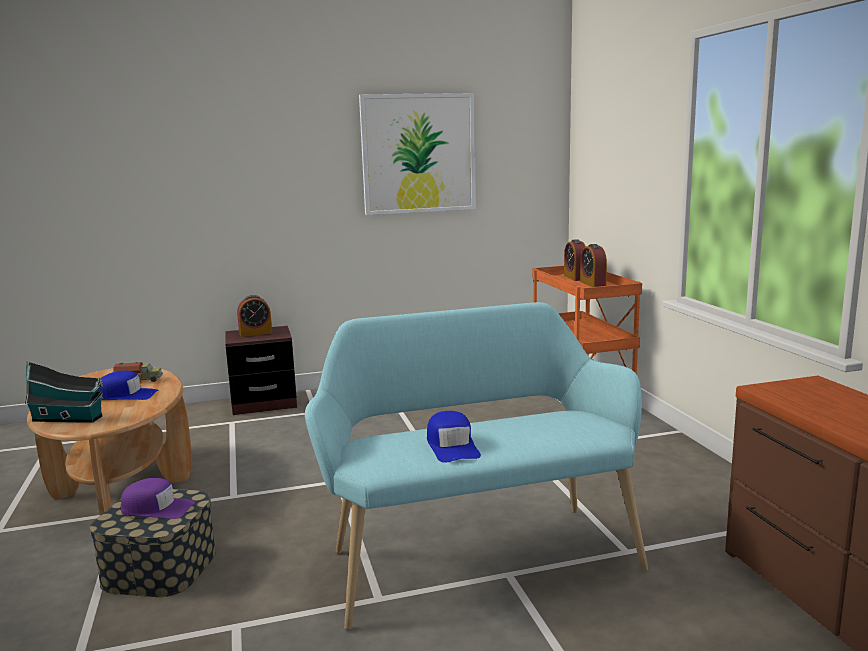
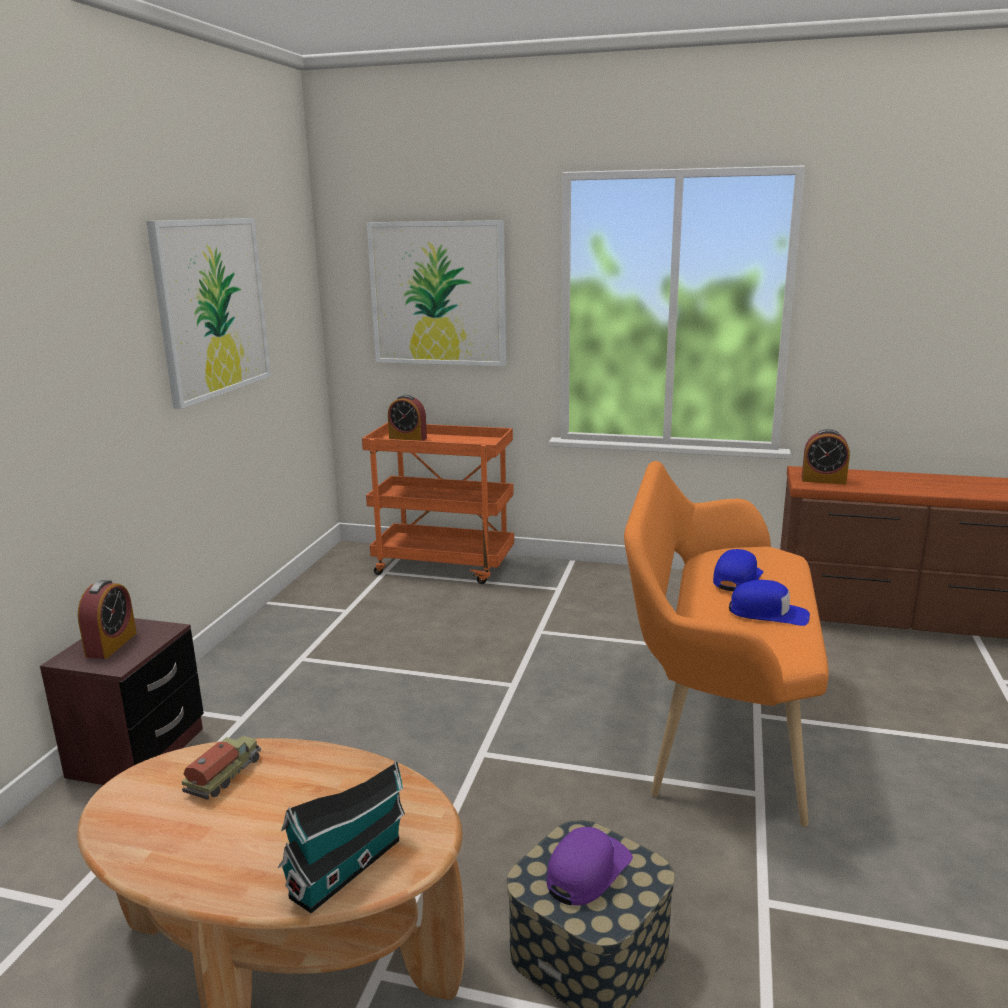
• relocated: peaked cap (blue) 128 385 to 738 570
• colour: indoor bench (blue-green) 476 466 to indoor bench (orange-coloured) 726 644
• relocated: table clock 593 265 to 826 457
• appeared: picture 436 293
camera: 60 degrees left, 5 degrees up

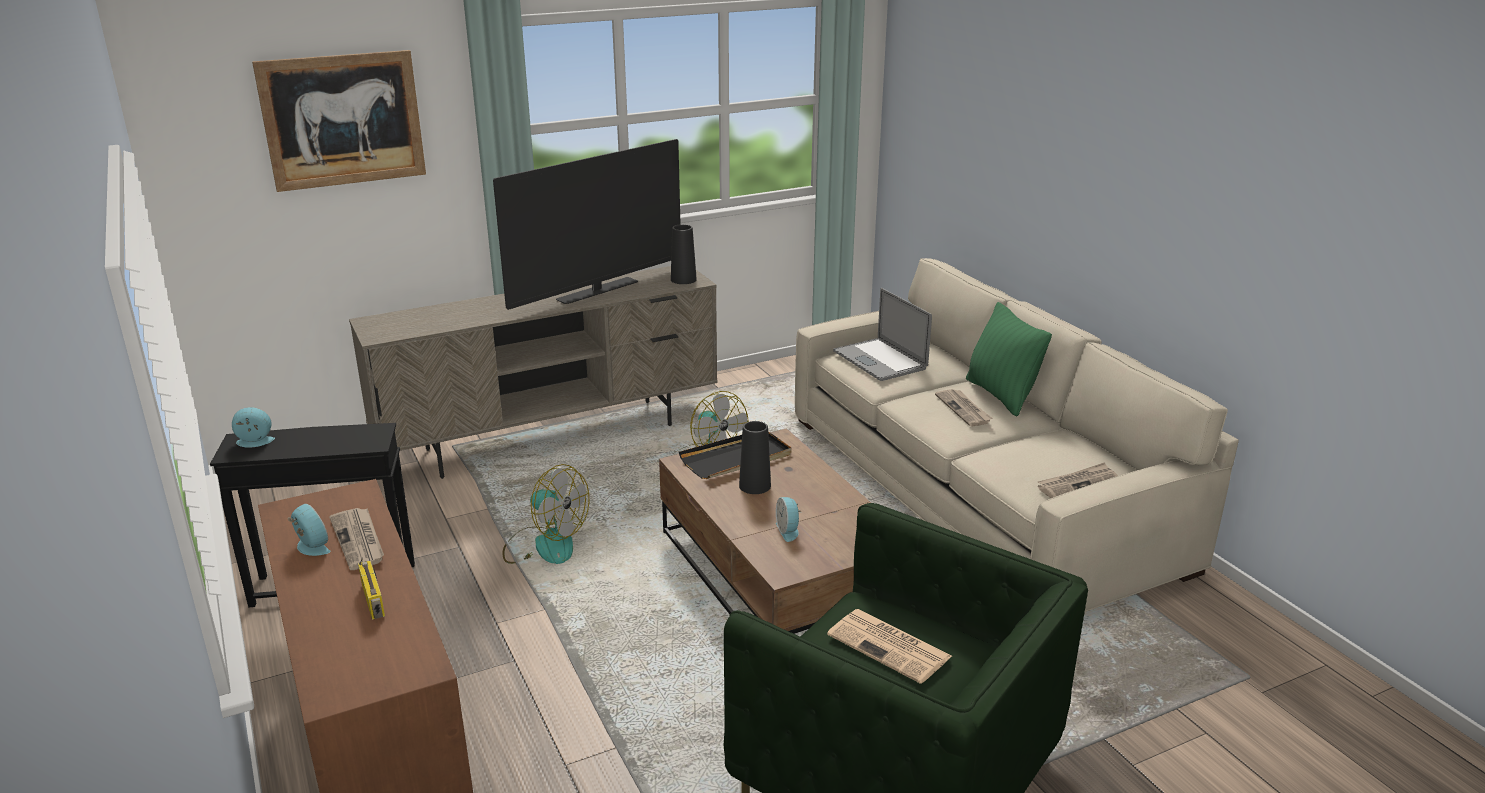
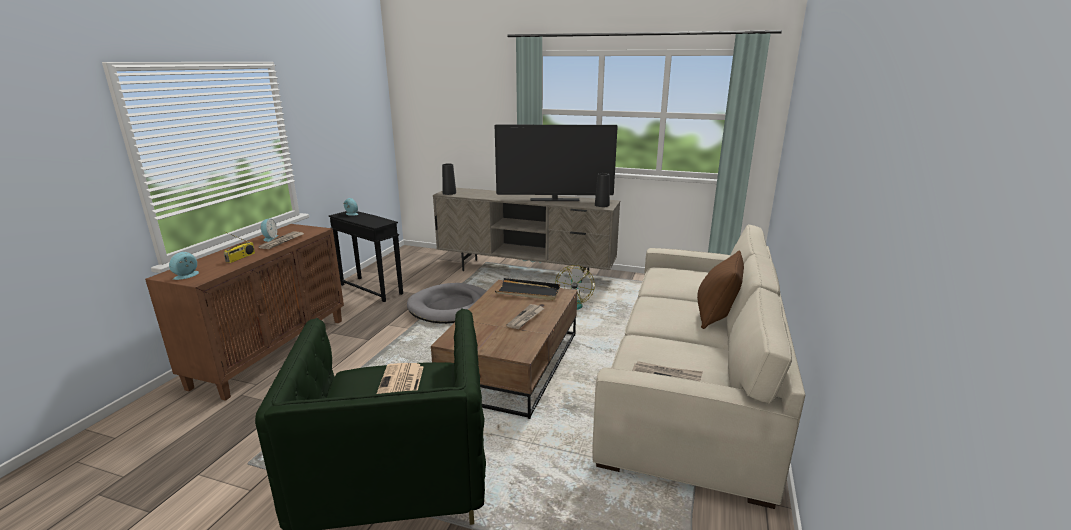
• missing: picture 339 121
• exchanged: fan 545 514 to dog bed (greyish) 447 303
• relocated: decorative vase (black) 755 457 to 449 179
• relocated: table clock 788 519 to 184 266
• missing: laptop 882 334
• relocated: daily paper 963 408 to 525 316
• colour: pillow (green) 1009 359 to pillow (brown) 720 289
camera: 45 degrees right, 5 degrees down

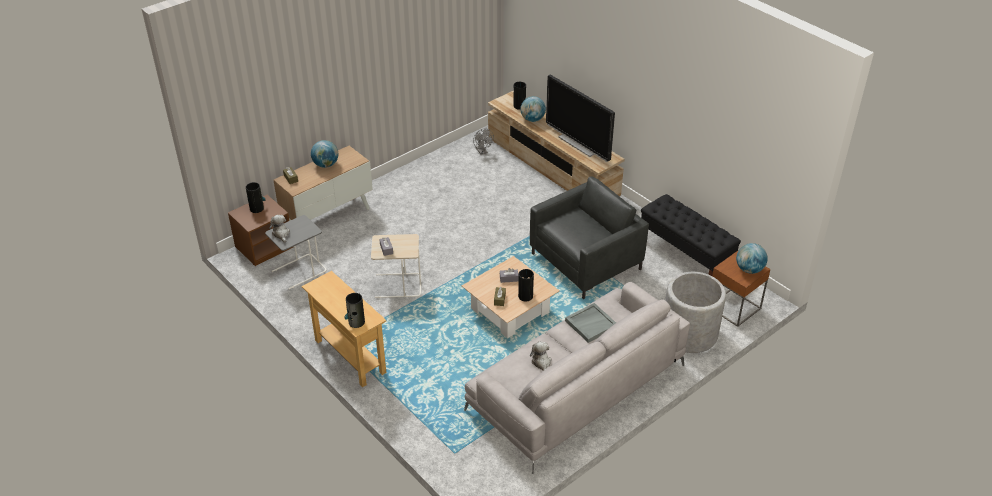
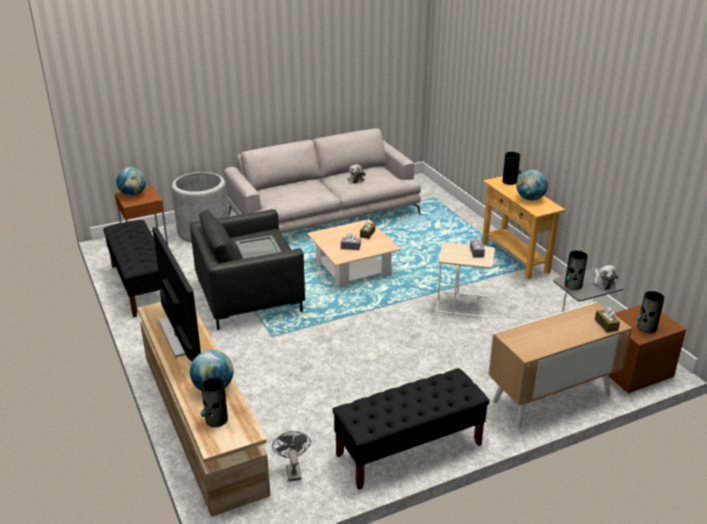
• relocated: desk globe 324 154 to 532 185
• relocated: decorative vase 526 285 to 576 270
• relocated: tray (greyish) 590 323 to 258 247
• appeared: indoor bench (black) 411 429
camera: 165 degrees left, 10 degrees down

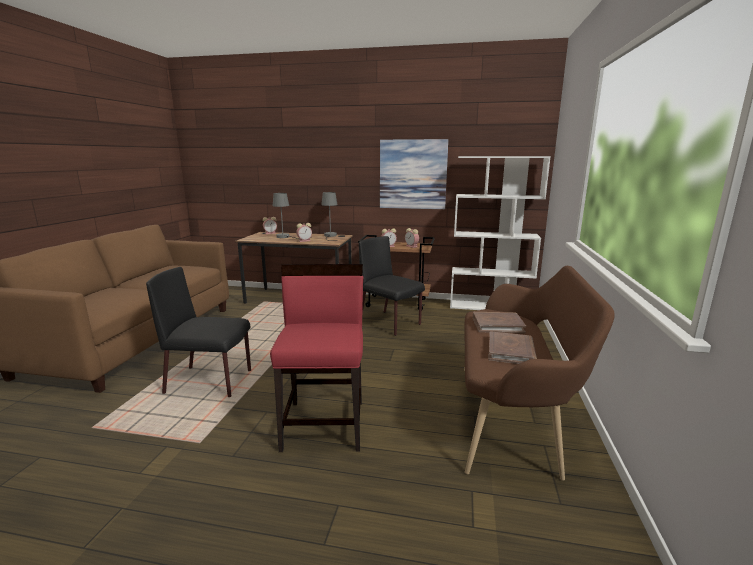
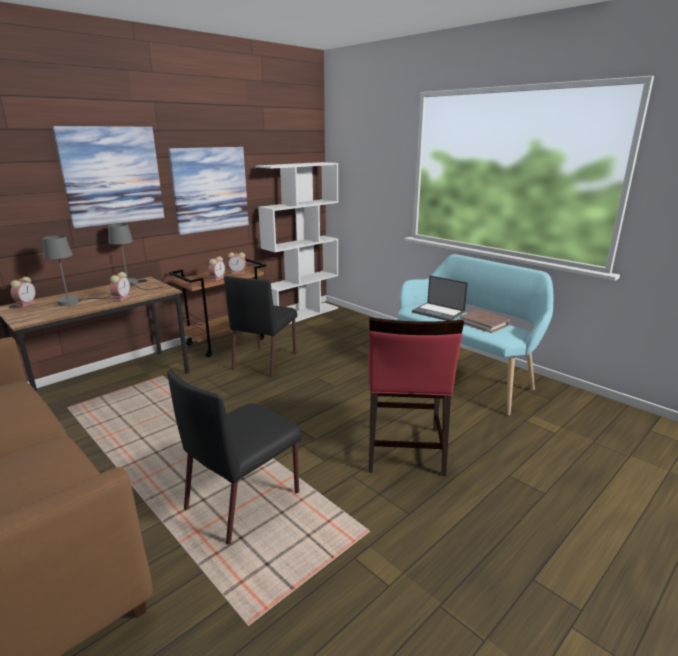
• spun: chair (reddish) 316 358 = 416 396 120 degrees counterclockwise
• spun: chair (black) 392 286 = 260 326 60 degrees counterclockwise
• colour: indoor bench (brown) 539 373 to indoor bench (blue-green) 475 335
• exchanged: book (brown) 499 322 to laptop 440 298
• appeared: picture 108 177
camera: 55 degrees left, 5 degrees up

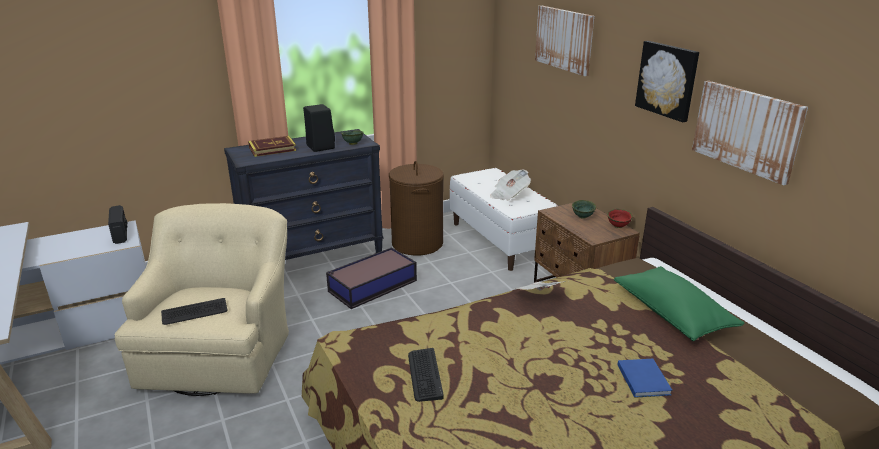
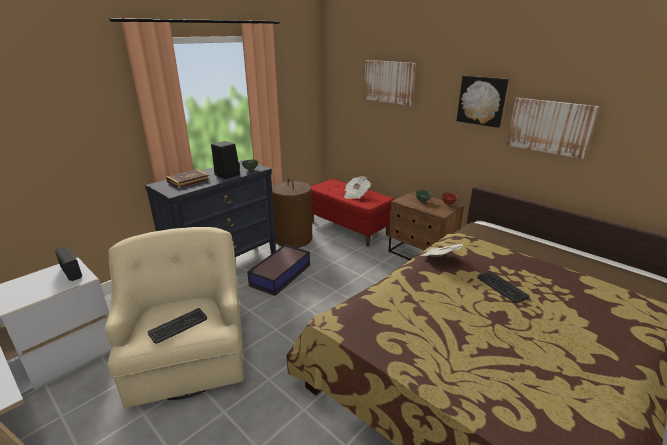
• relocated: PC keyboard 425 375 to 503 287
• colour: indoor bench (white-coloured) 503 219 to indoor bench (reddish) 353 213
• missing: pillow (green) 679 303
• missing: book (blue) 645 378
camera: 20 degrees left, 0 degrees up

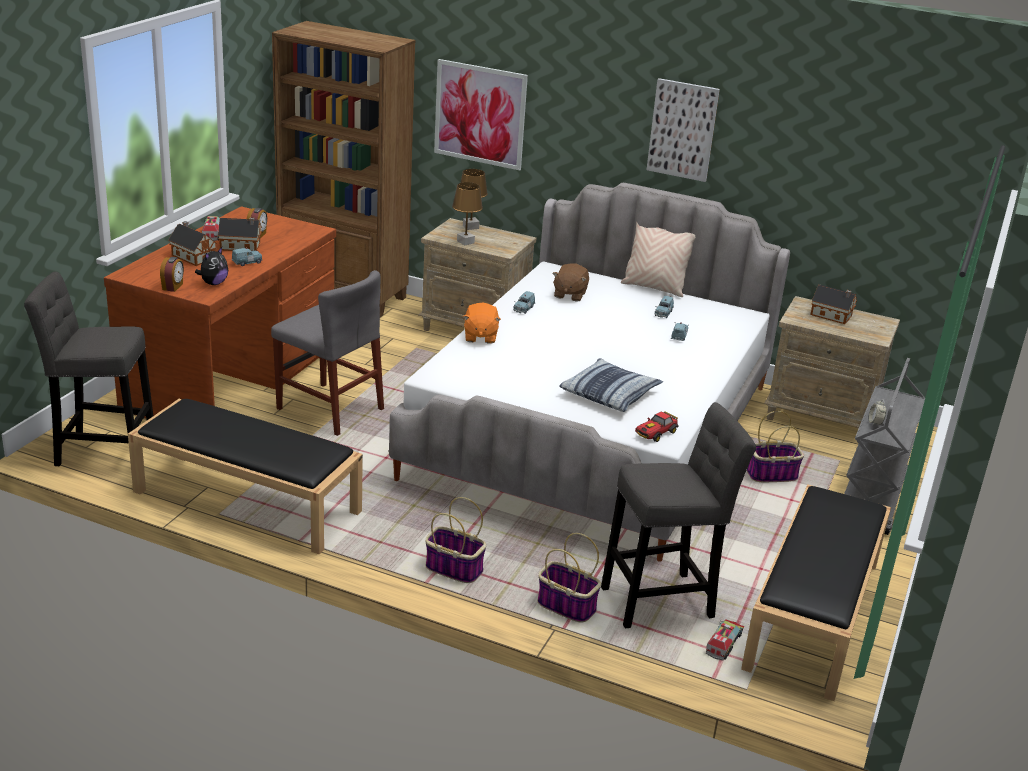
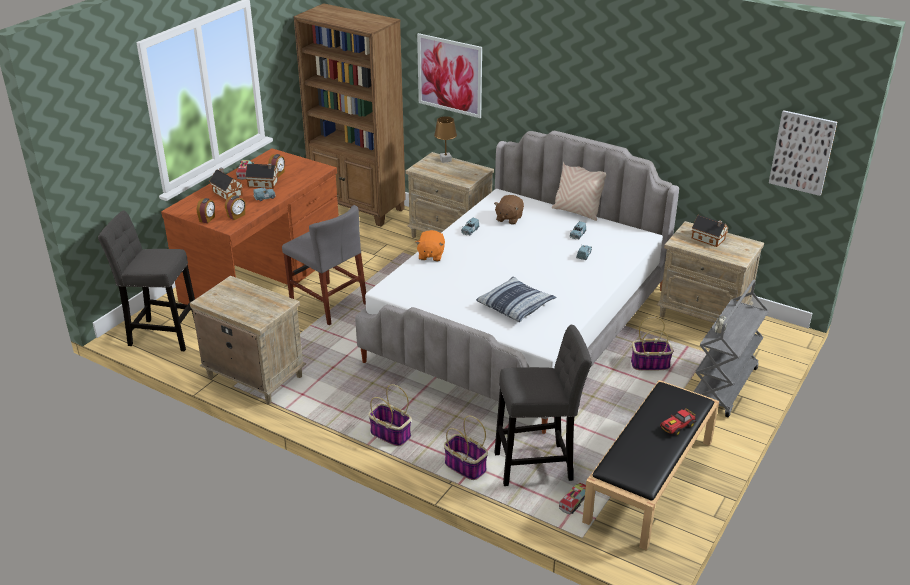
• exchanged: indoor bench (black) 245 476 to night table (beige-coloured) 248 340
• exchanged: plush toy 211 266 to table clock 235 207
• missing: lamp for a table (brown) 467 213
• relocated: toy car 657 427 to 678 422
• relocated: picture 683 130 to 803 153
camera: 10 degrees right, 5 degrees up

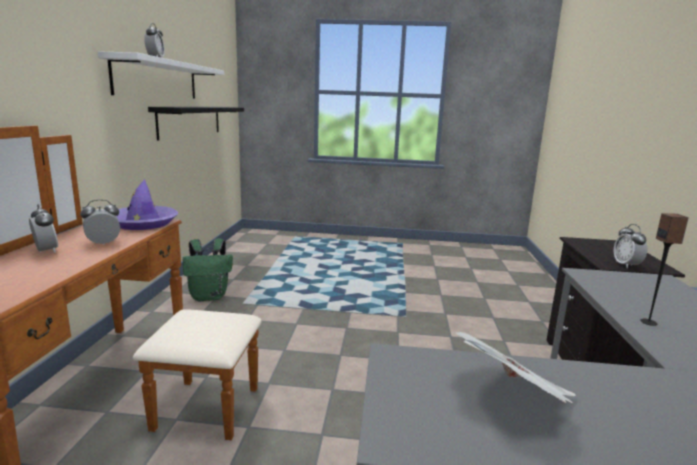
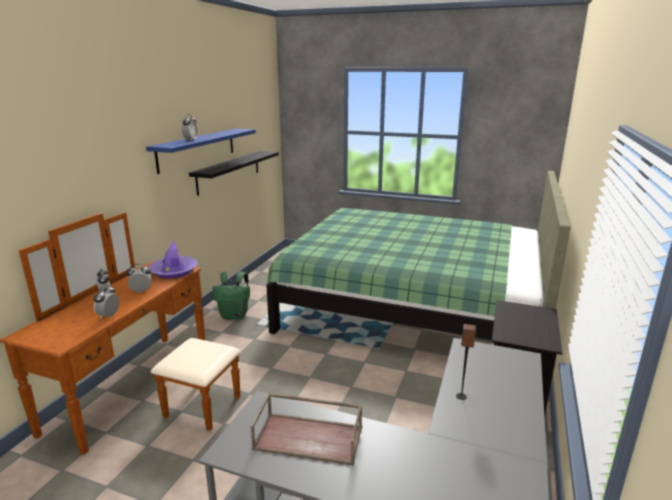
• colour: wall shelf (white-coloured) 161 75 to wall shelf (blue) 201 151
• exchanged: daily paper 515 367 to tray (brown) 306 429
• relocated: table clock 630 246 to 106 301
• appeared: bed (green) 418 255
camera: 15 degrees right, 5 degrees up

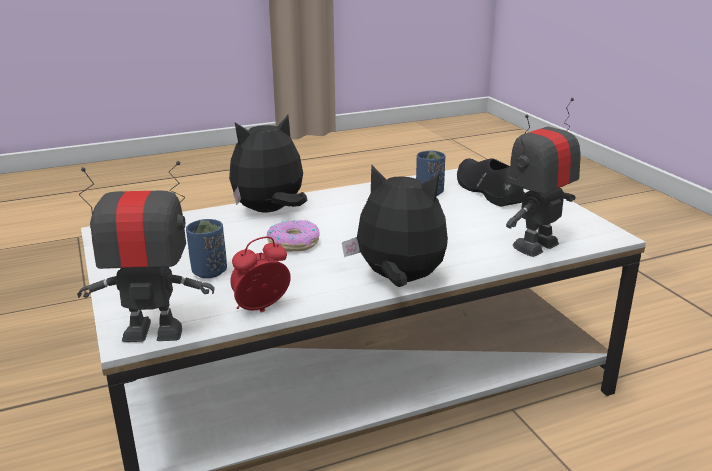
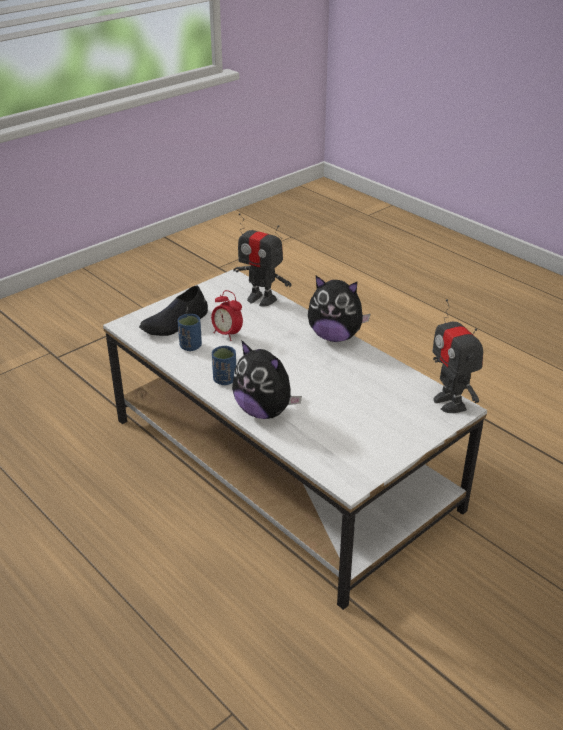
• relocated: cup (blue) 206 248 to 224 365
• relocated: table clock 260 274 to 227 315
• missing: donut 293 236
• spun: plush toy 395 226 = 339 309 75 degrees counterclockwise
camera: 110 degrees left, 10 degrees up

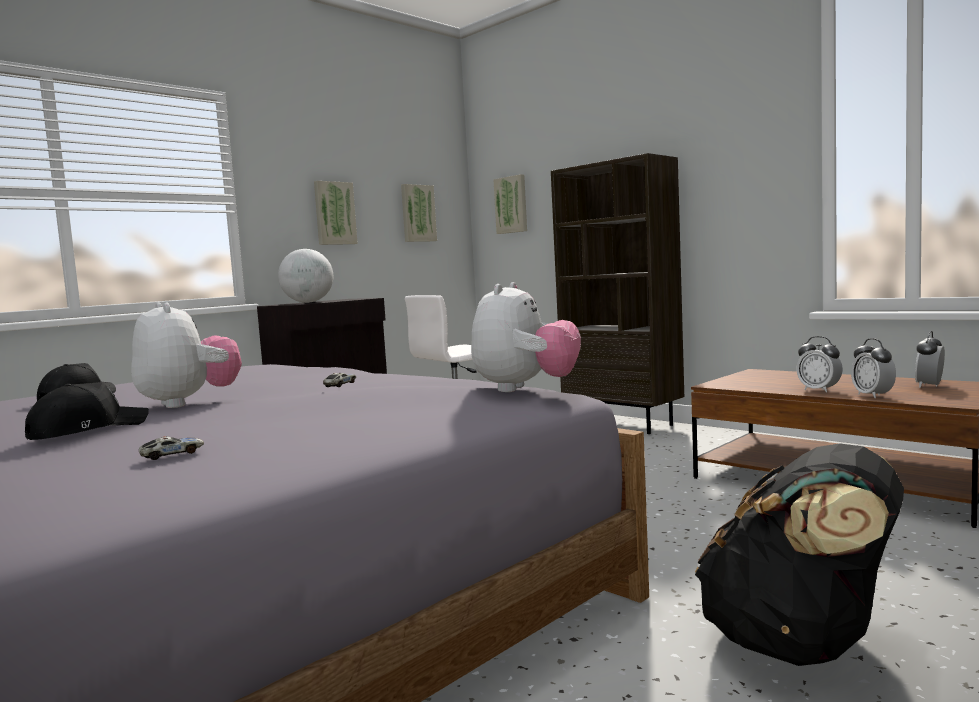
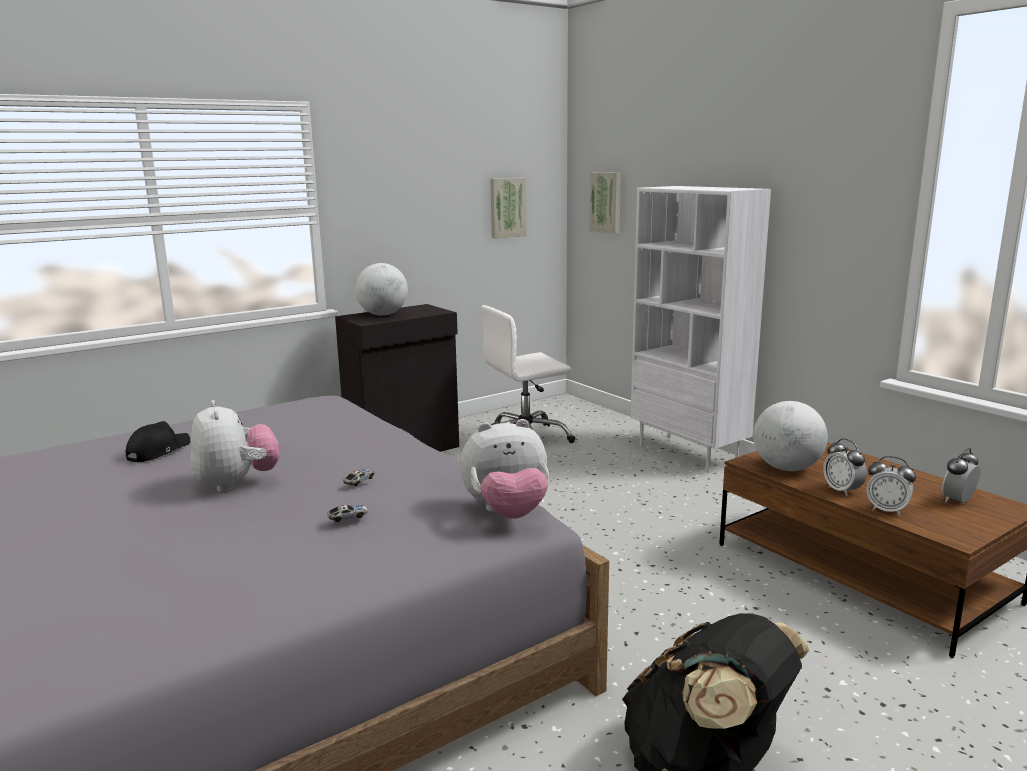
• missing: peaked cap (black) 87 411
• relocated: toy car 171 448 to 347 513
• missing: picture 336 213
• spun: plush toy 526 337 = 504 469 45 degrees clockwise
• colour: shelving unit (brown) 617 293 to shelving unit (white-coloured) 700 329
• spun: table clock 873 368 = 891 486 60 degrees counterclockwise
• appeared: desk globe 790 436
camera: 10 degrees right, 10 degrees up

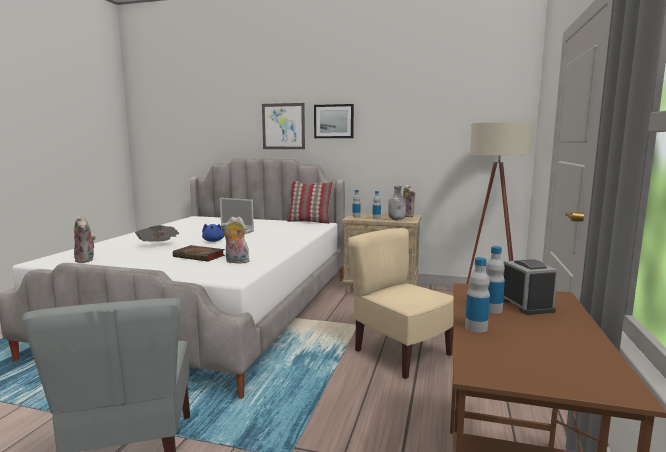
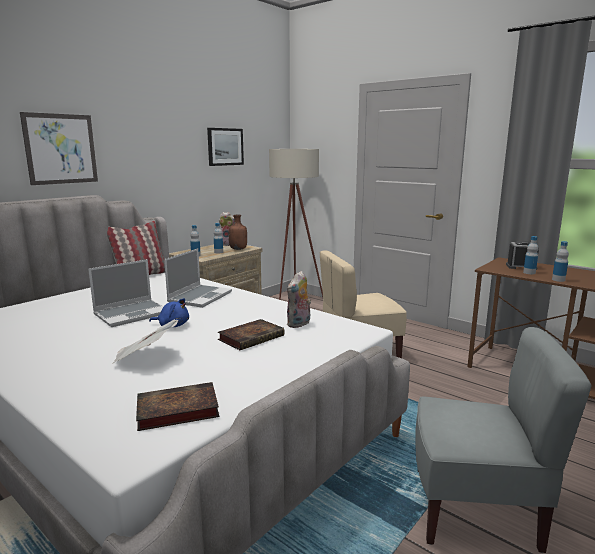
• exchanged: plush toy 85 239 to book 177 406
• relocated: picture 334 121 to 225 147
• colour: drink bottle (greyish) 397 203 to drink bottle (brown) 238 232
• appeared: laptop 198 278
camera: 65 degrees left, 5 degrees up

